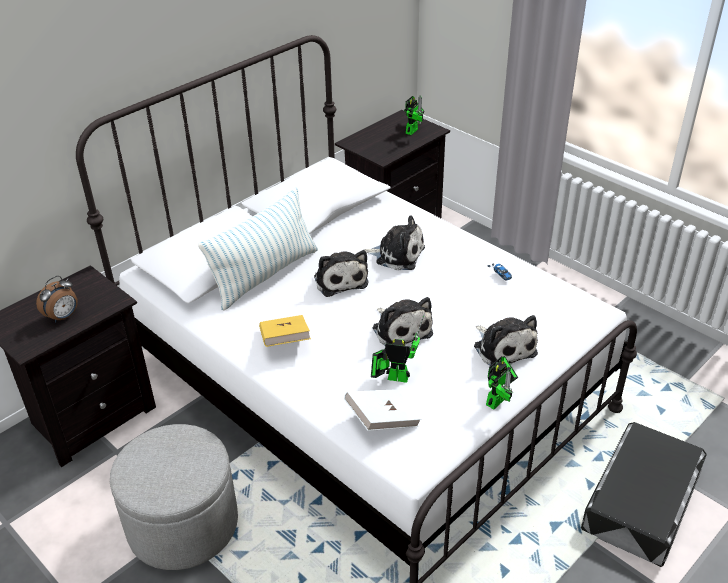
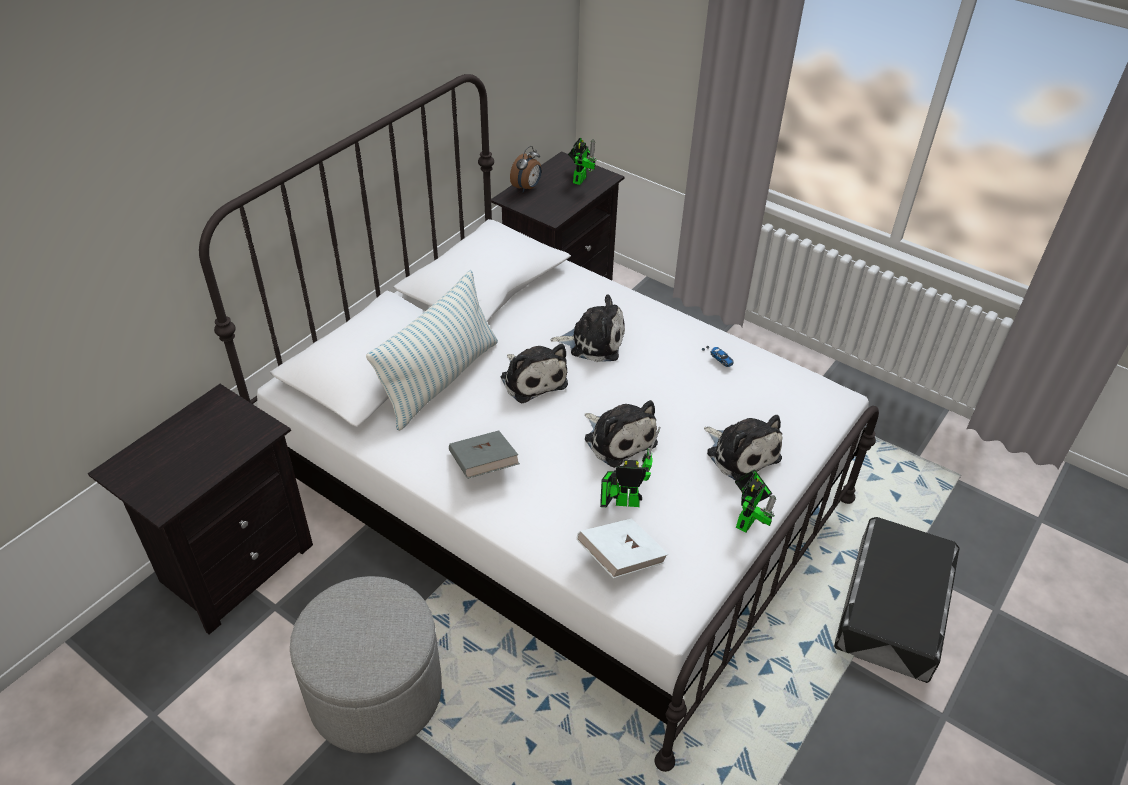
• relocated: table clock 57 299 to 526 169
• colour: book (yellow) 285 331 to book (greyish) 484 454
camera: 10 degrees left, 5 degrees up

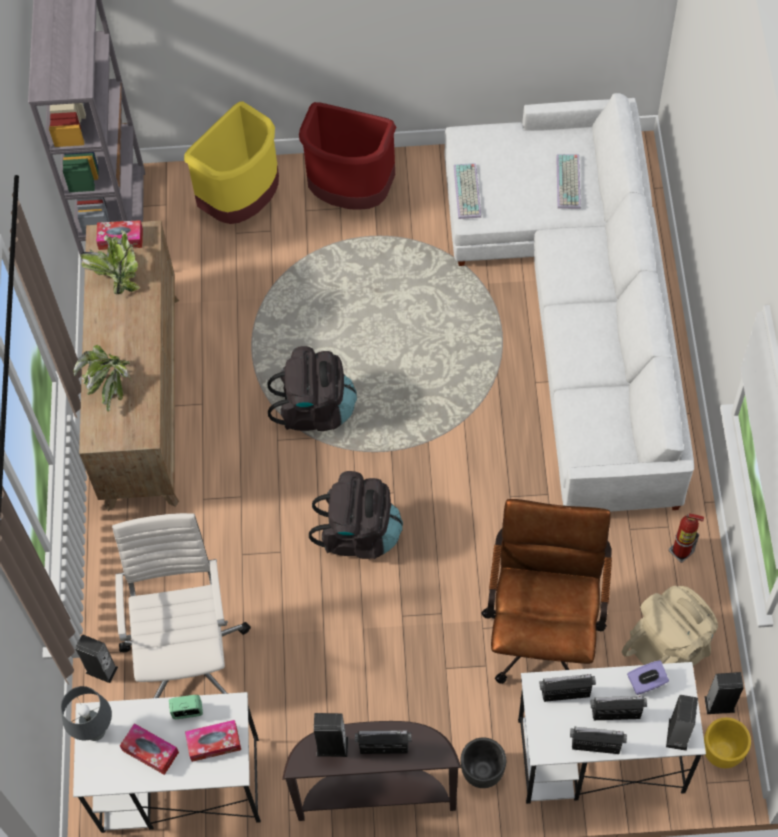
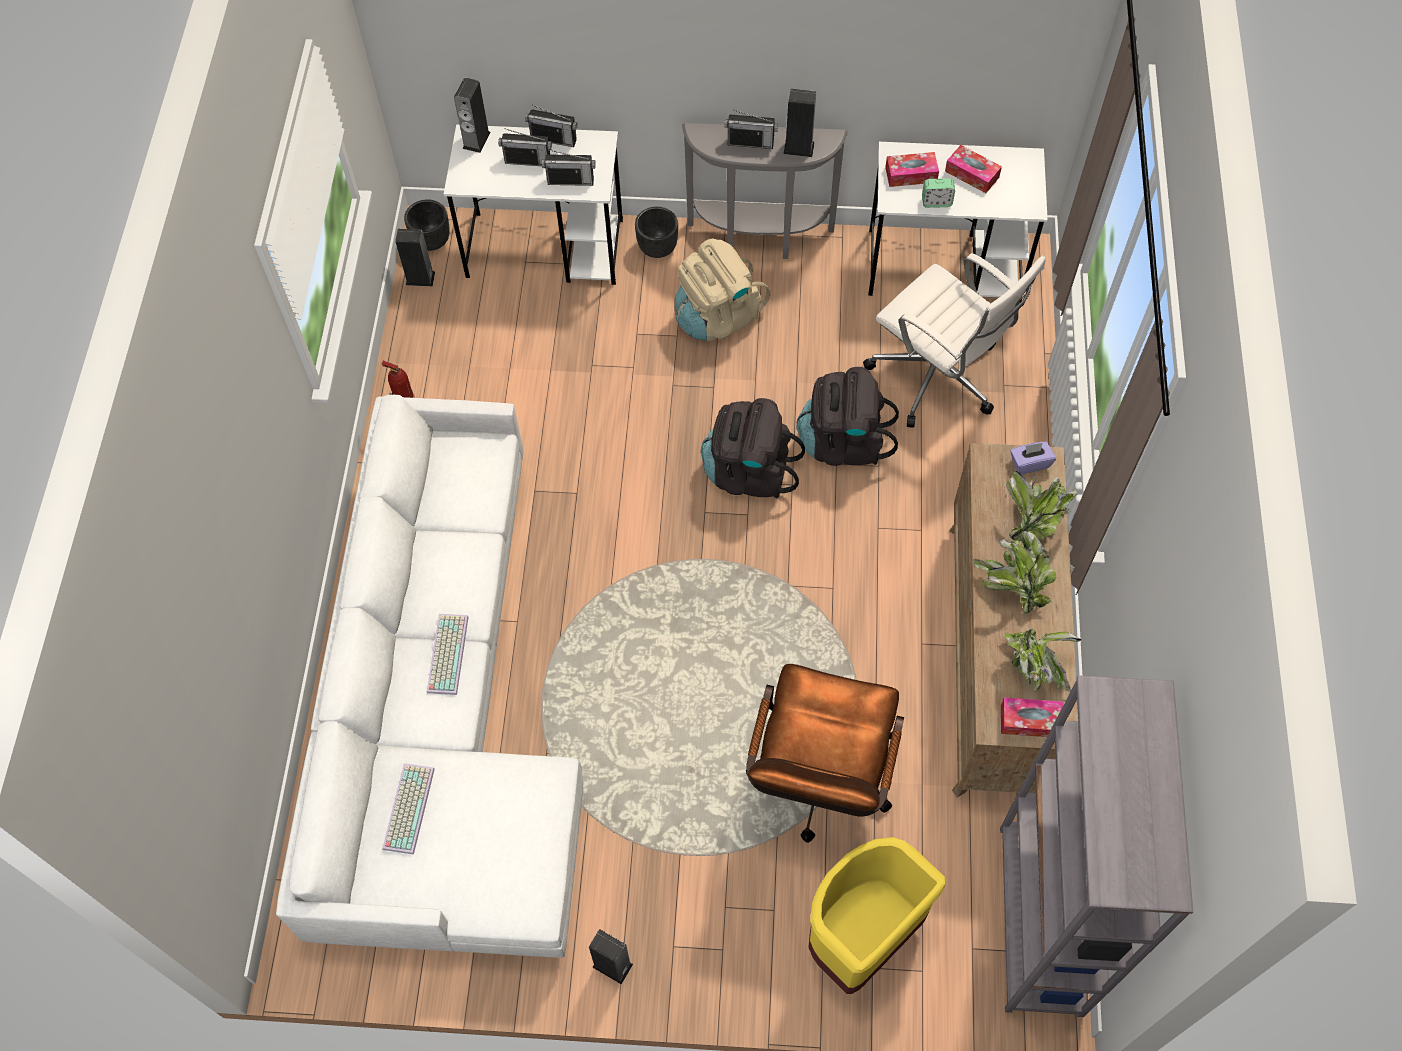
• missing: lamp for a table (greyish) 86 713
• relocated: speaker 96 658 to 611 957
• spun: computer chair (white-coloured) 181 605 = 954 340 45 degrees counterclockwise
• relocated: backpack (black) 312 388 to 848 416
• colour: hall table (brown) 371 771 to hall table (greyish) 765 191
• missing: rubbish bin (reddish) 347 156
• relocated: PC keyboard 467 191 to 448 654
• relocated: computer chair (brown) 546 591 to 825 753
• relocated: backpack (beige-coloured) 670 626 to 722 290
• relocated: box of tissues (purple) 648 677 to 1033 458
• colour: plant pot (yellow) 727 743 to plant pot (black) 427 225
• appeared: houseplant 1015 572
camera: 175 degrees left, 0 degrees up

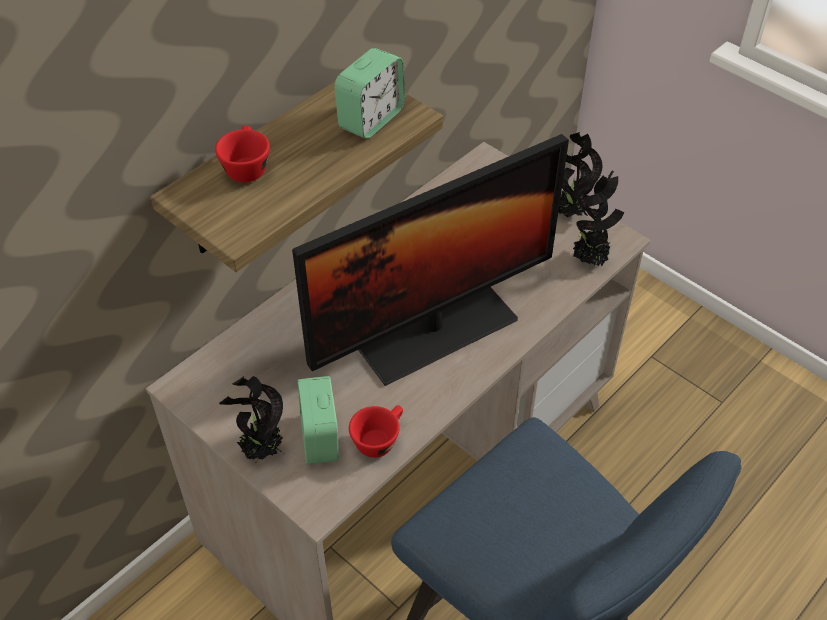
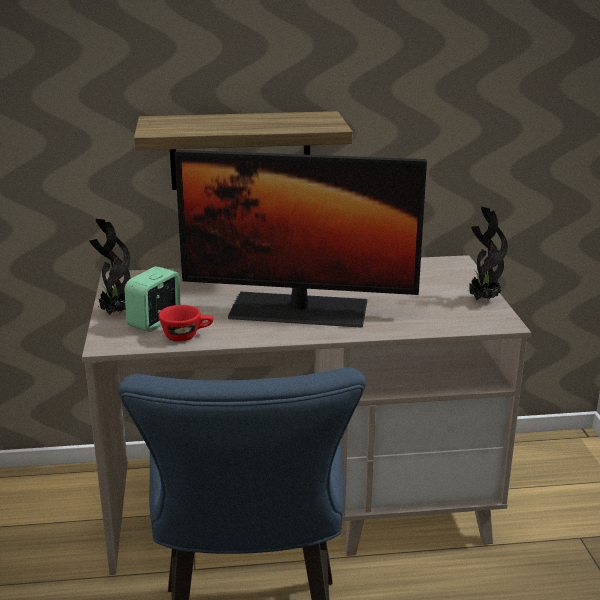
• missing: cup (reddish) 242 154
• missing: table clock 369 93
• missing: houseplant 598 218
camera: 40 degrees right, 25 degrees down

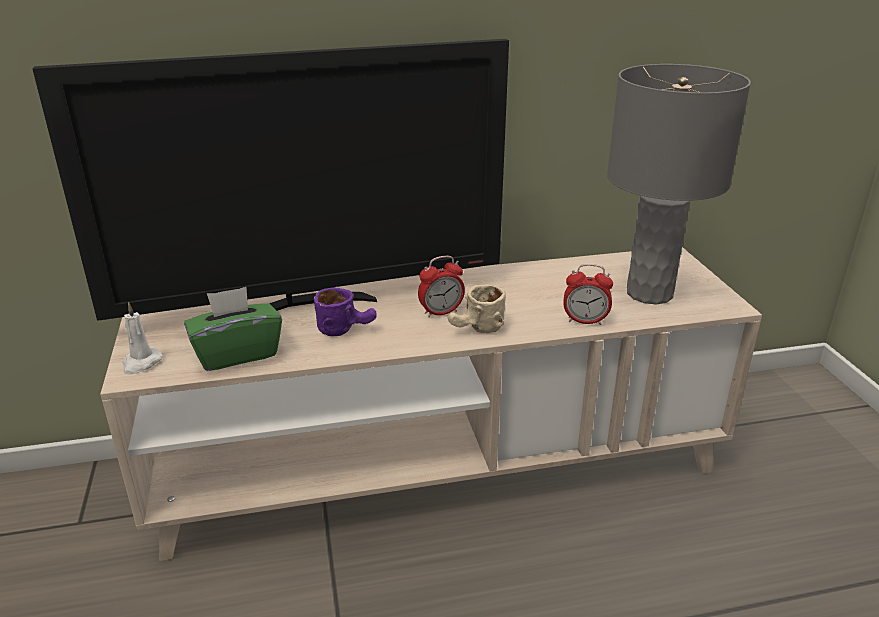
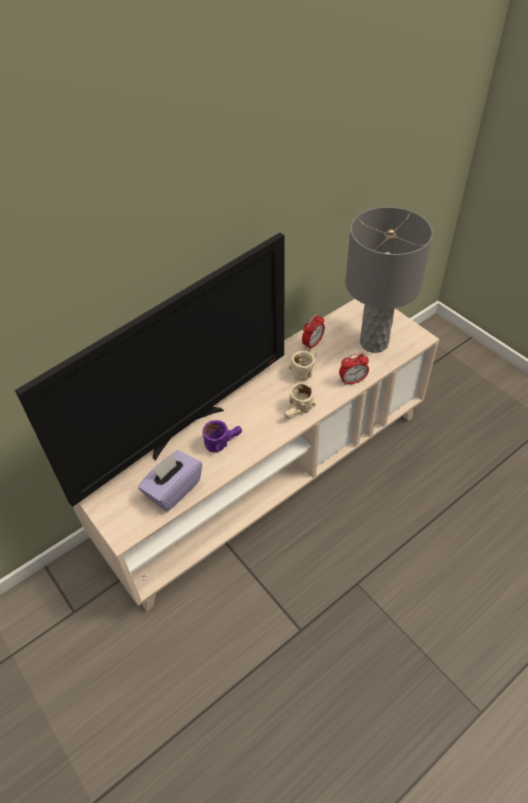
• missing: wax light (white-coloured) 142 338
• colour: box of tissues (green) 233 329 to box of tissues (purple) 170 481
• relocated: table clock 441 287 to 313 332
• appeared: coffee mug (beige-coloured) 303 365
camera: 25 degrees left, 20 degrees up

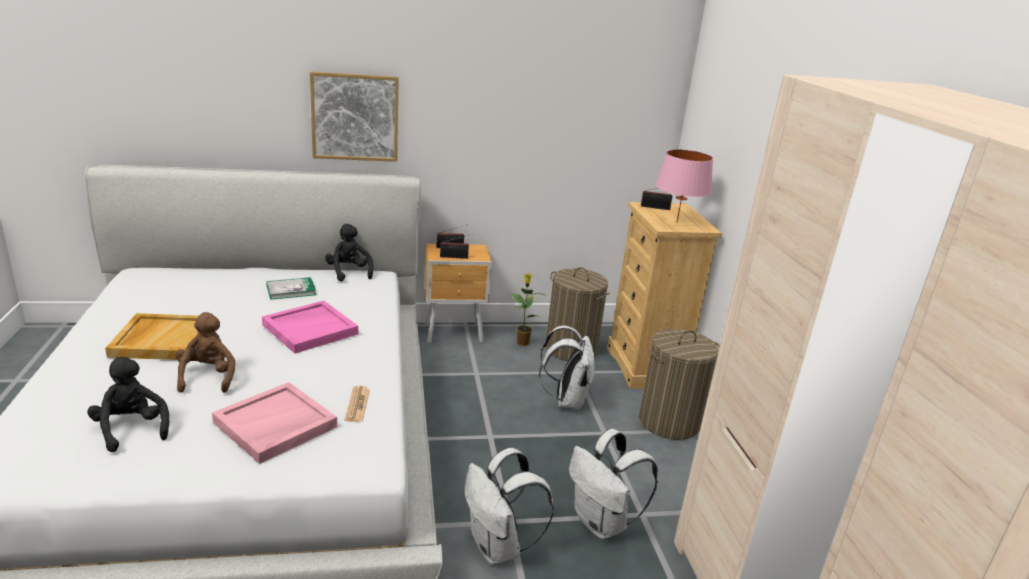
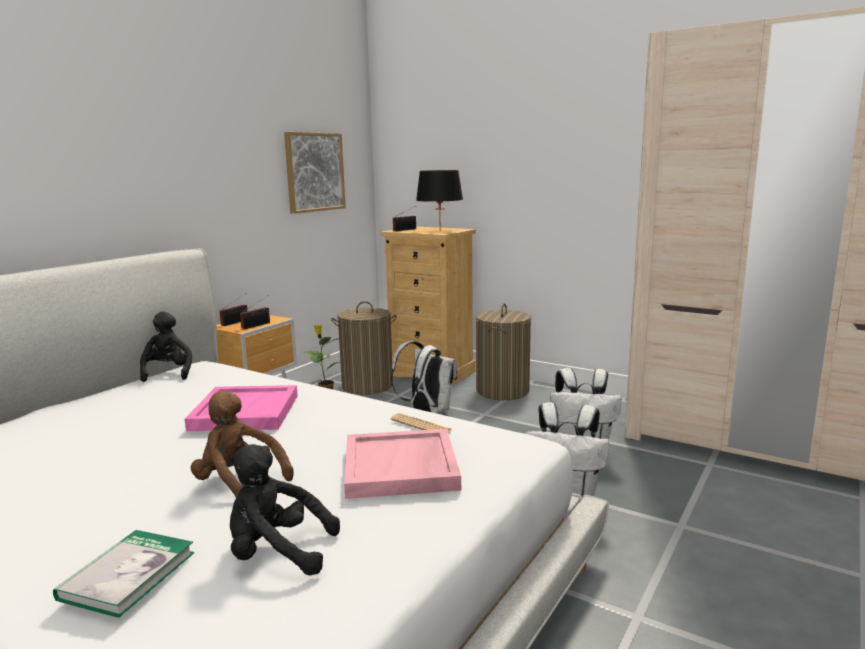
• missing: tray (beige-coloured) 152 336
• relocated: book 291 288 to 124 574
• relocated: picture 354 116 to 315 173
• spun: plush toy (black) 349 253 = 166 346 60 degrees clockwise
• colour: lamp for a table (pink-coloured) 684 186 to lamp for a table (black) 439 200
camera: 45 degrees left, 10 degrees down

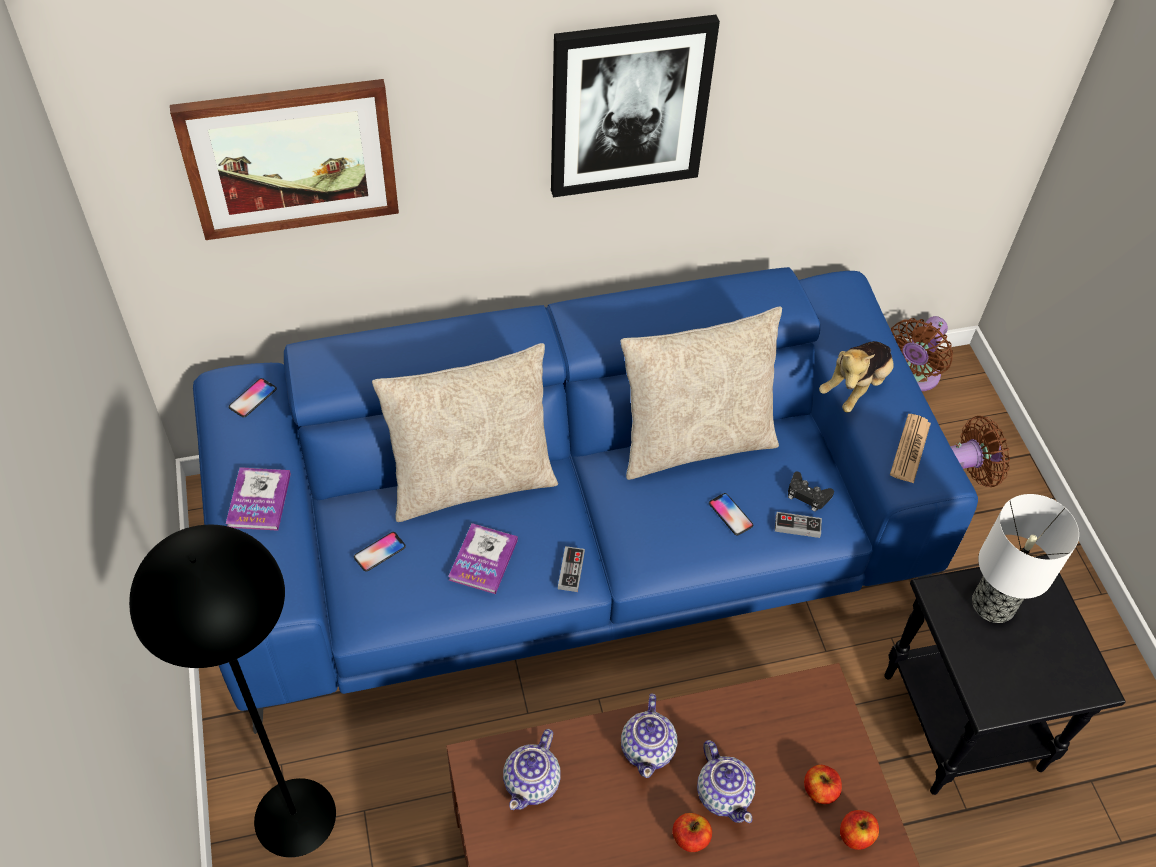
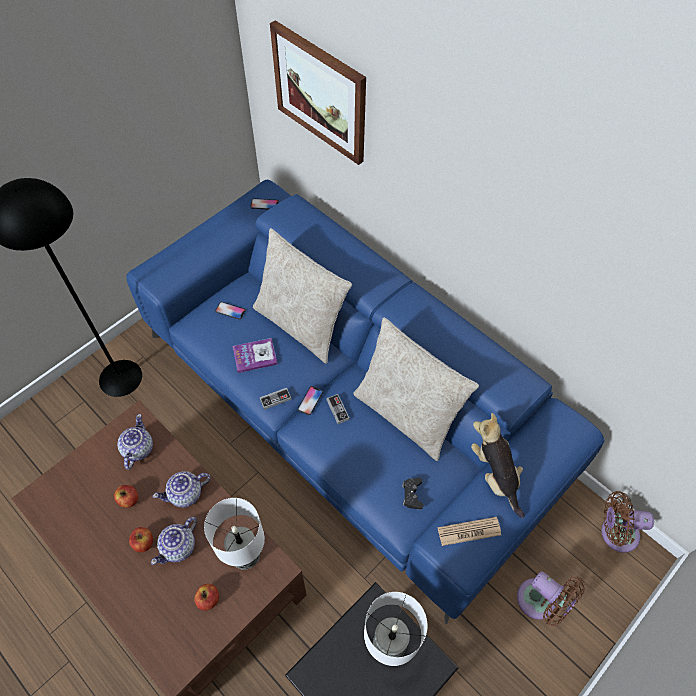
• missing: book 258 499
• spun: teapot 532 769 = 135 442 105 degrees clockwise
• missing: picture 635 106
• relocated: handset 731 514 to 310 400
• relocated: game controller 798 525 to 338 409
• spun: plush toy 856 377 = 498 465 60 degrees clockwise
• relocated: apple 859 830 to 126 496
• appeared: lamp for a table 234 534
camera: 60 degrees right, 5 degrees up

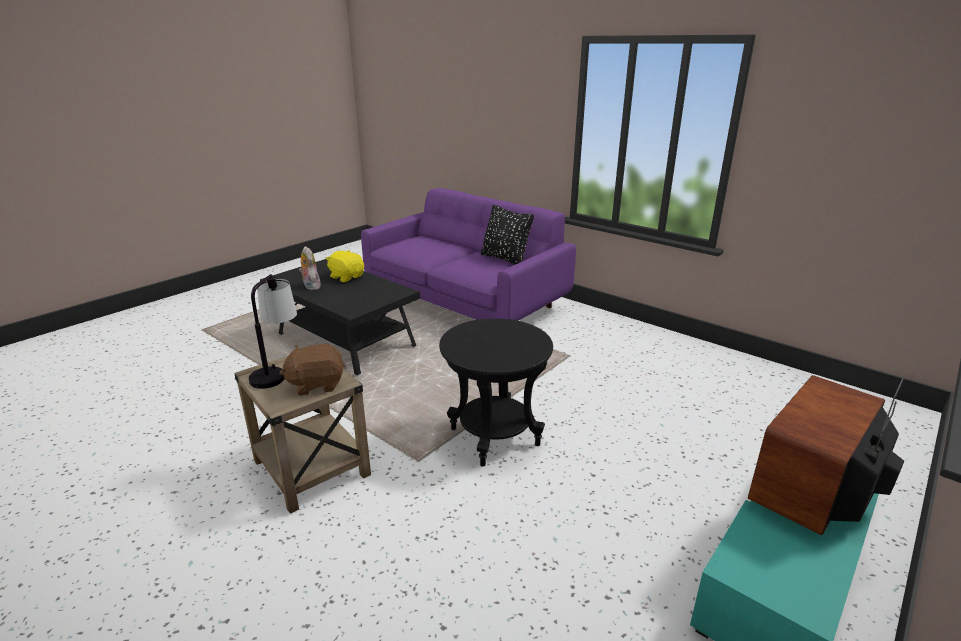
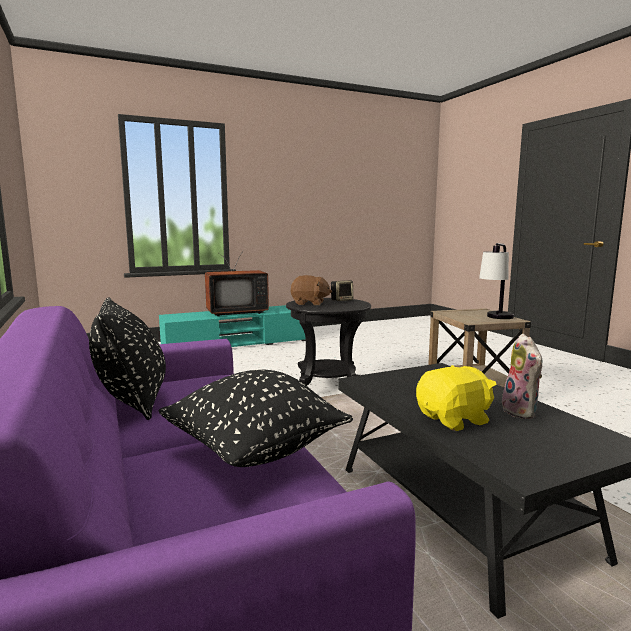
• relocated: plush toy (brown) 312 370 to 311 290
• spun: plush toy (yellow) 345 266 = 456 398 90 degrees counterclockwise
• appeared: pillow (black) 256 418
• appeared: speaker 342 290
camera: 155 degrees left, 15 degrees down

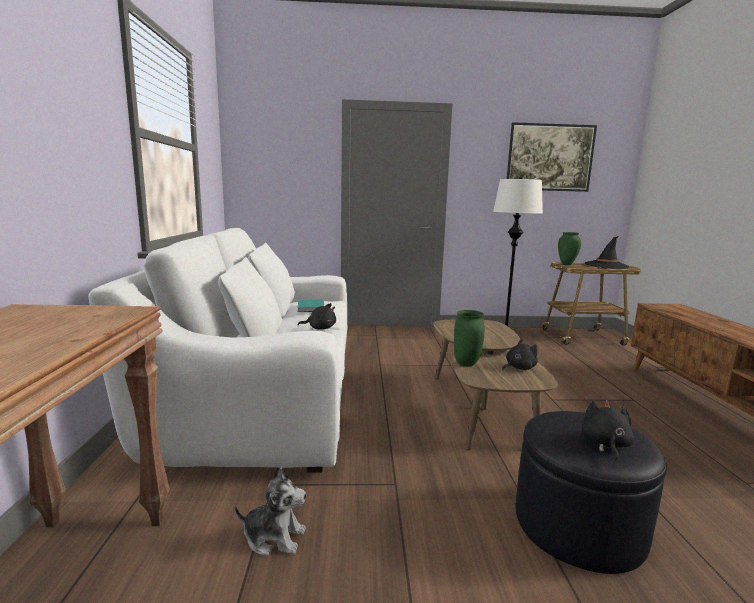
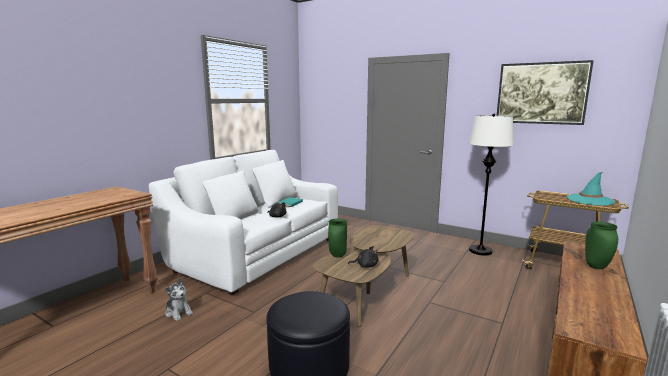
• relocated: decorative vase (green) 569 248 to 601 245
• missing: plush toy (black) 608 431
• colour: clothing hat (black) 607 252 to clothing hat (blue-green) 591 189
camera: 35 degrees right, 0 degrees up

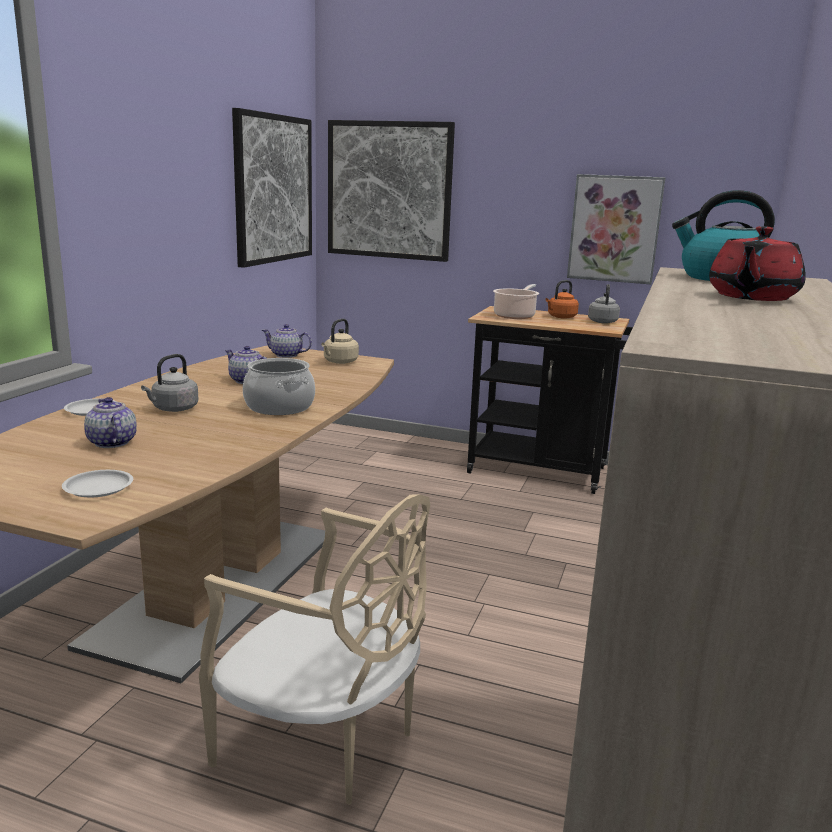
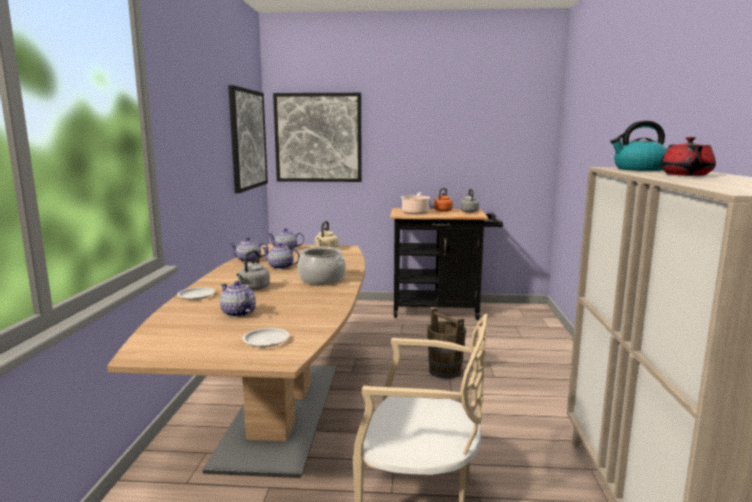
• missing: picture 616 229
• appeared: teapot 248 249
• appeared: bucket (brown) 446 343
camera: 15 degrees left, 5 degrees down

